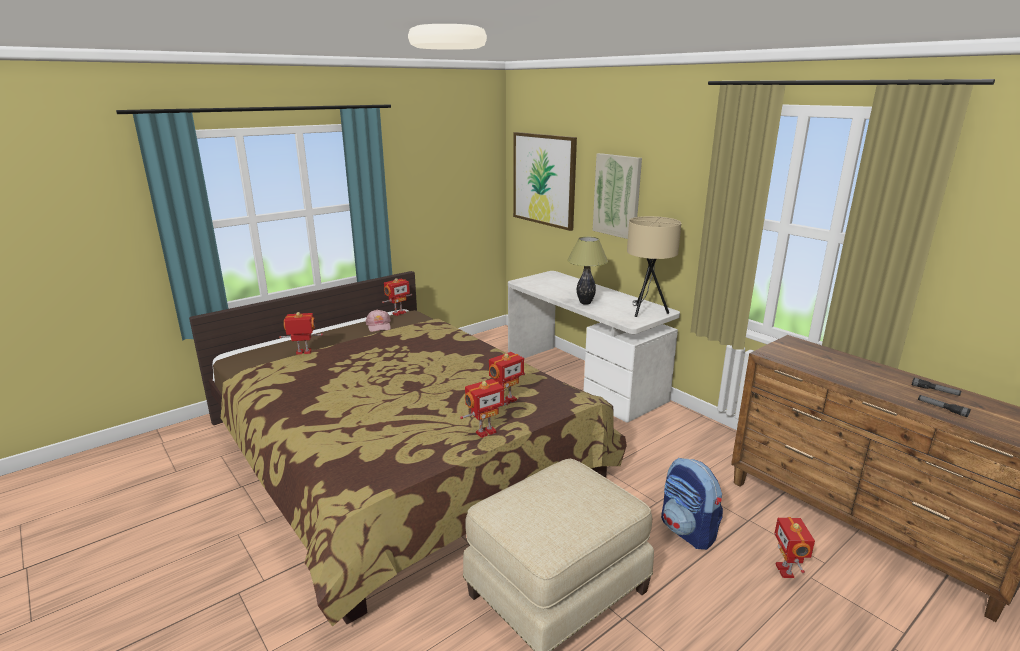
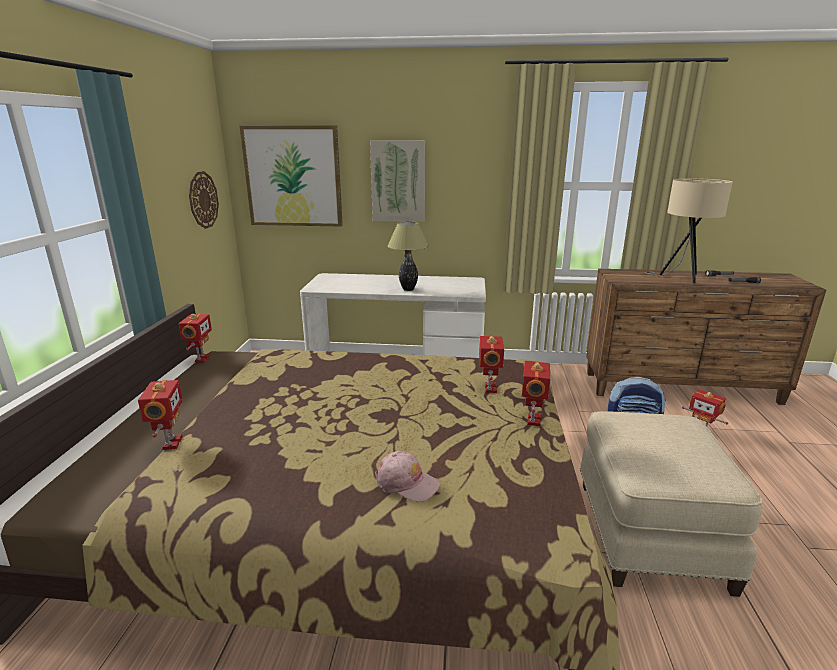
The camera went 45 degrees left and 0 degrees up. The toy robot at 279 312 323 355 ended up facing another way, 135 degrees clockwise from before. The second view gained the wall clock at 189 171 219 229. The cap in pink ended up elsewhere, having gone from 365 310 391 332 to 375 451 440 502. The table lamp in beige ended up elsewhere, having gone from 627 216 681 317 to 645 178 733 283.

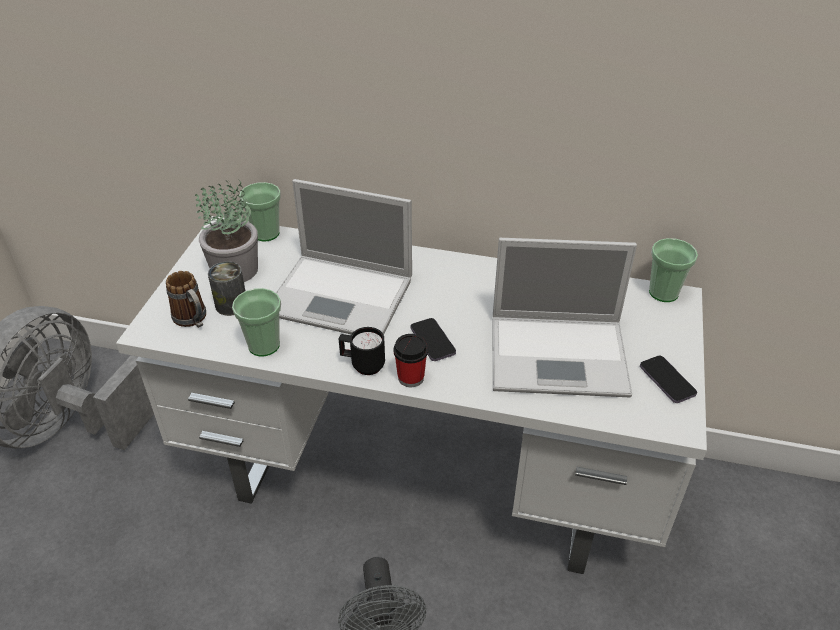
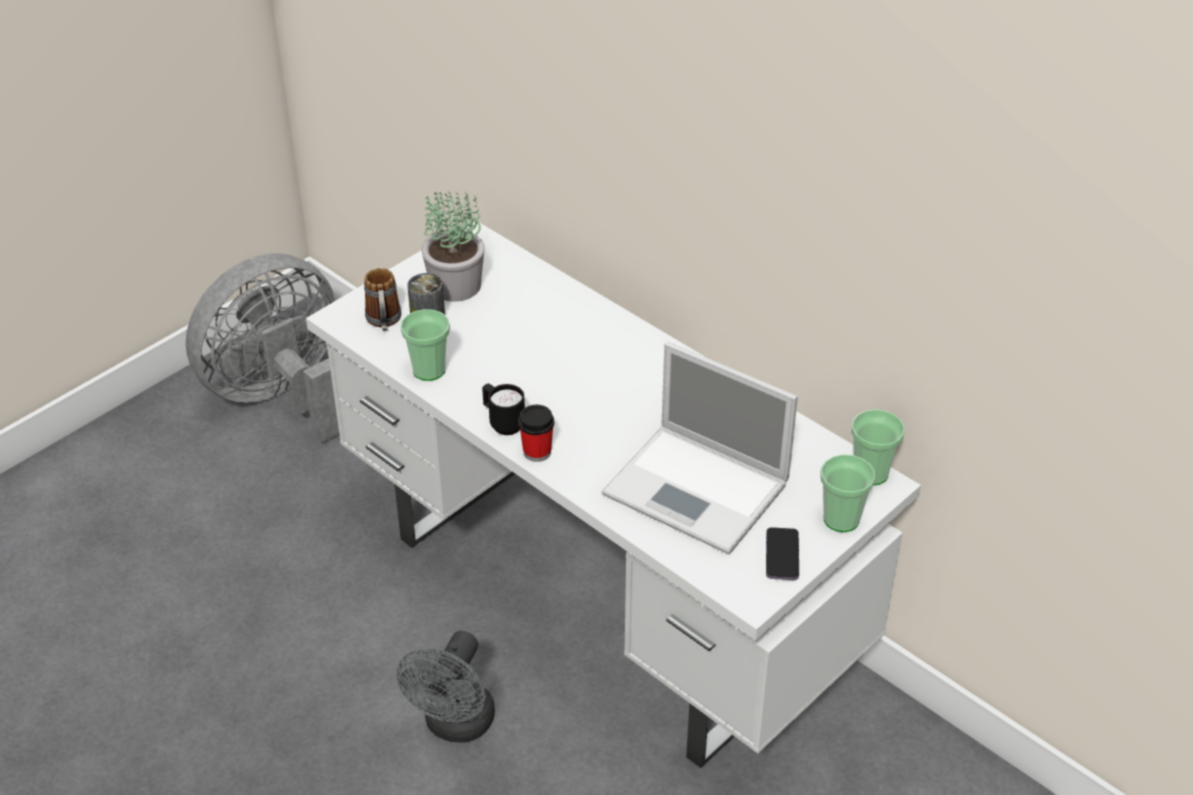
The camera went 30 degrees right and 0 degrees up. The cup ended up elsewhere, having gone from 239 182 281 241 to 820 454 875 532. The second view lost the laptop at 276 179 412 335. The second view lost the phone at 411 318 456 361.

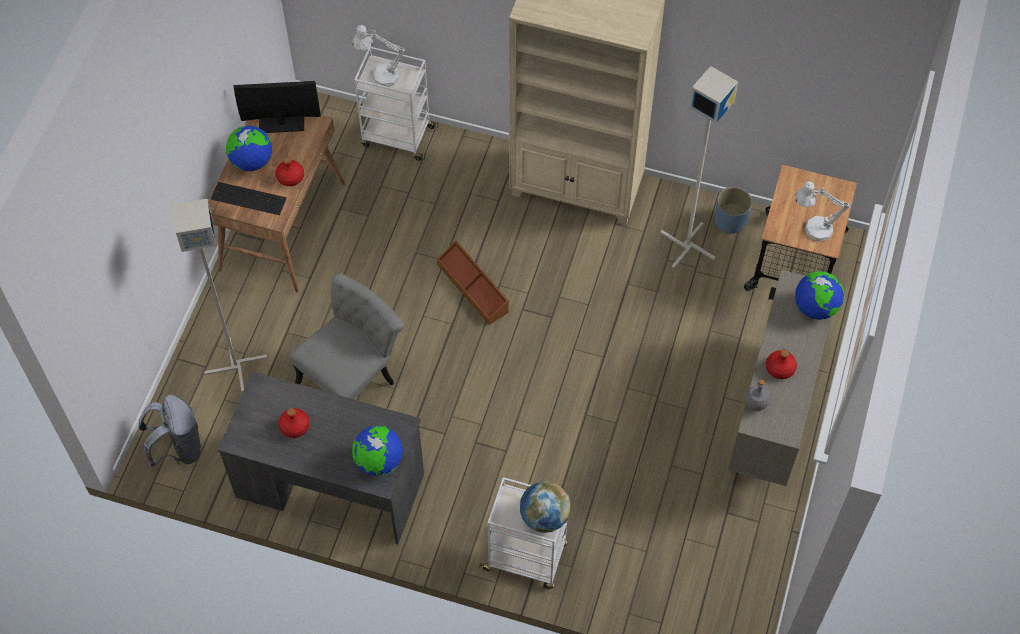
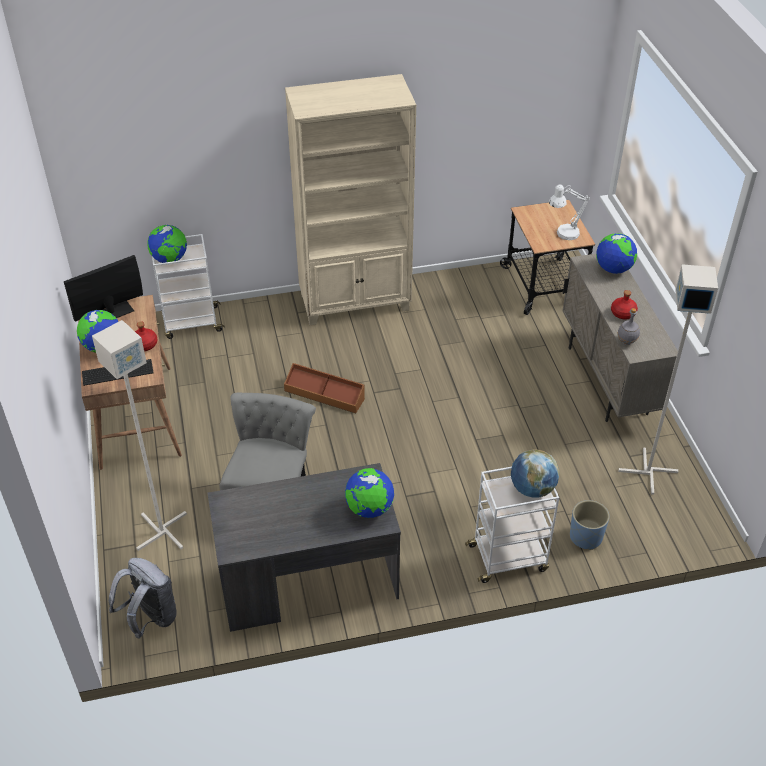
The camera went 30 degrees left and 15 degrees down. Where the table lamp in white stood at 353 25 405 87, the globe came to stand at 147 225 187 263. The planter in blue ended up elsewhere, having gone from 715 187 752 234 to 570 500 609 550. The floor lamp in grey ended up elsewhere, having gone from 660 66 738 268 to 619 264 718 495. The second view lost the bottle in red at 278 408 309 438.

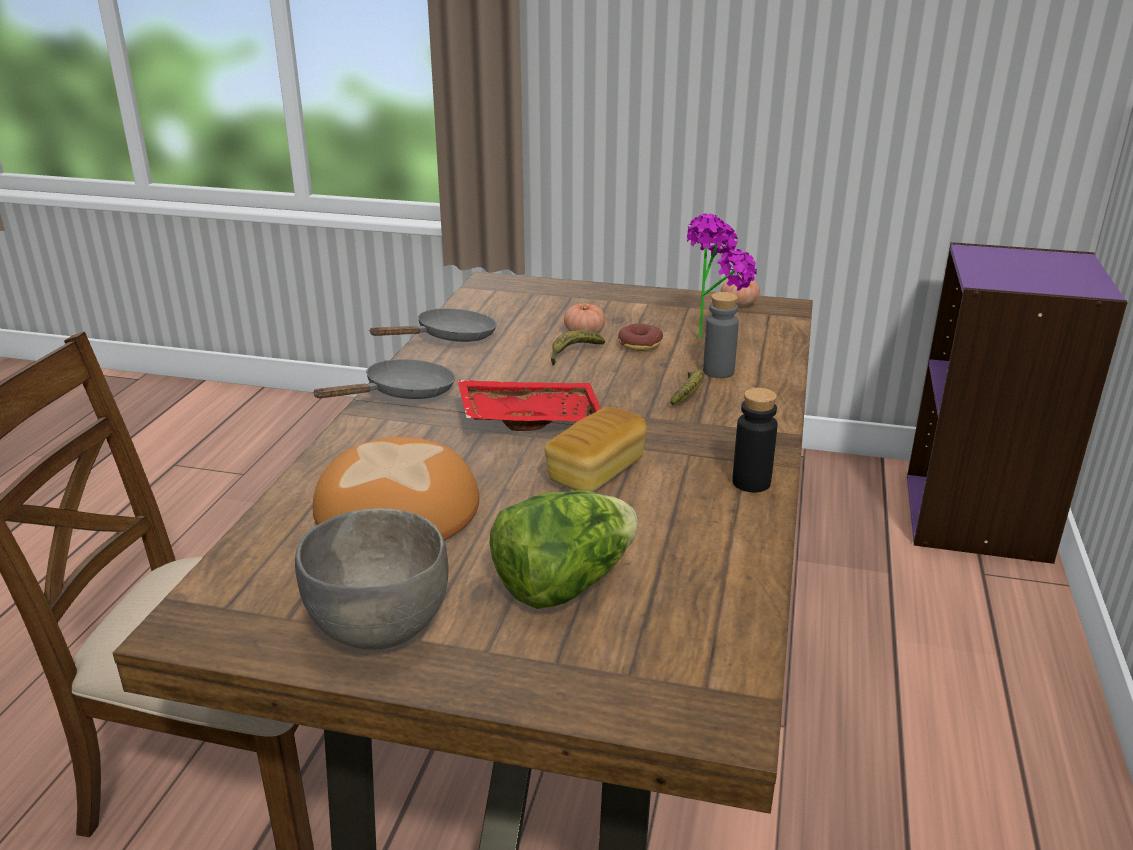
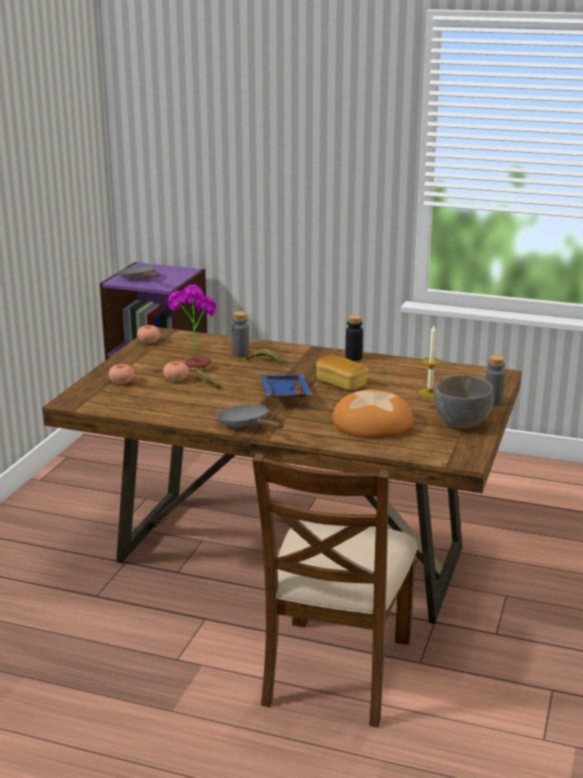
The camera went 85 degrees left and 5 degrees down. The second view gained the tomato at 108 364 134 384. The frying pan in grey ended up elsewhere, having gone from 369 308 497 342 to 118 266 160 278. What was the tray in red at 457 380 602 431 turned into the tray in blue at 261 374 312 398. Where the lettuce stood at 489 490 638 609, the candle came to stand at 419 325 441 398. The second view gained the bottle in grey at 485 355 505 406.

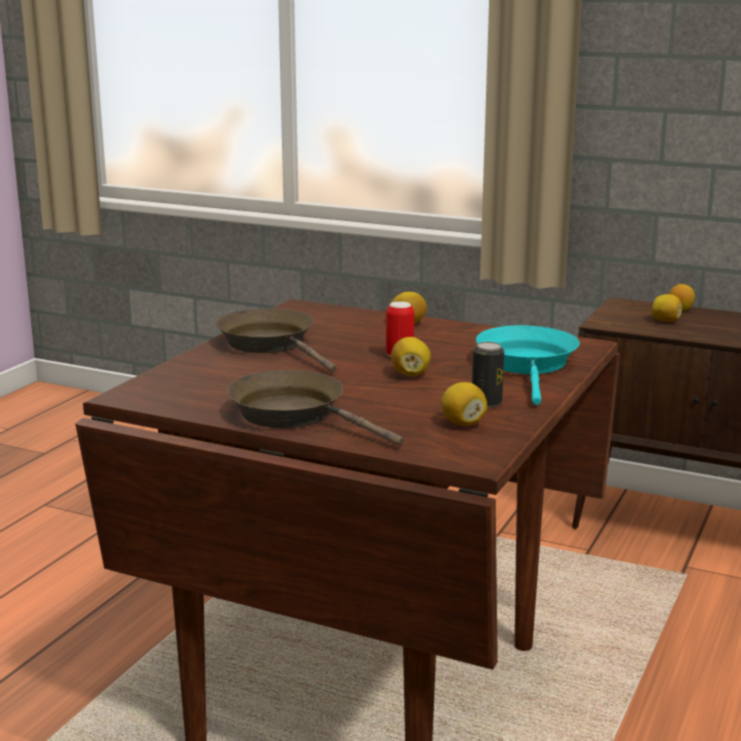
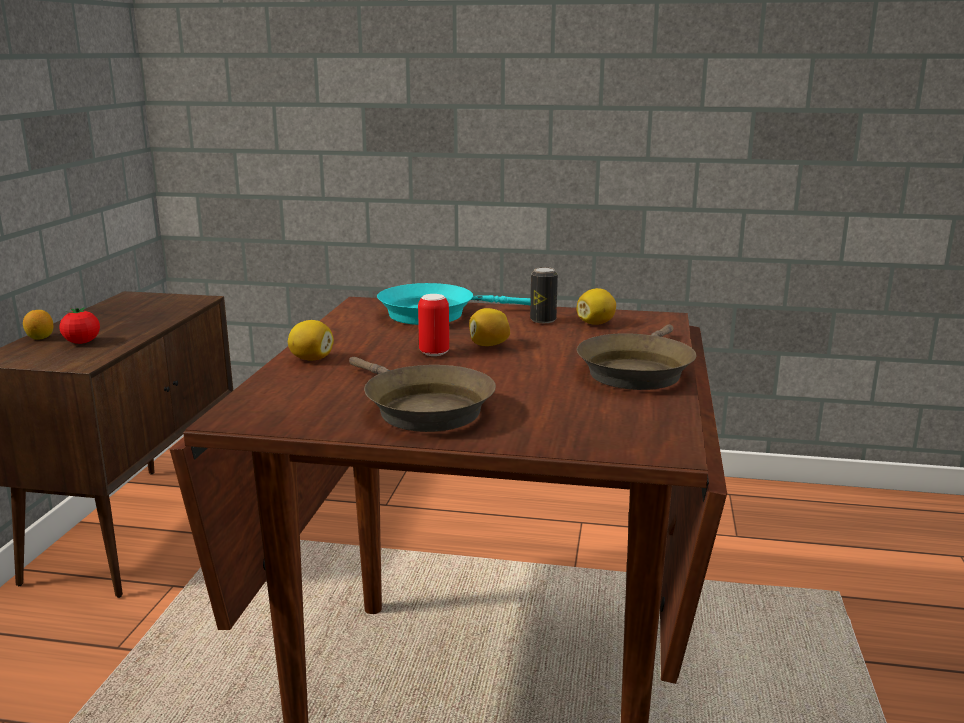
The camera went 105 degrees left and 0 degrees up. Where the lemon stood at 651 294 682 322, the tomato came to stand at 59 307 100 344. The frying pan in brown at 216 308 337 373 ended up facing another way, 75 degrees counterclockwise from before.

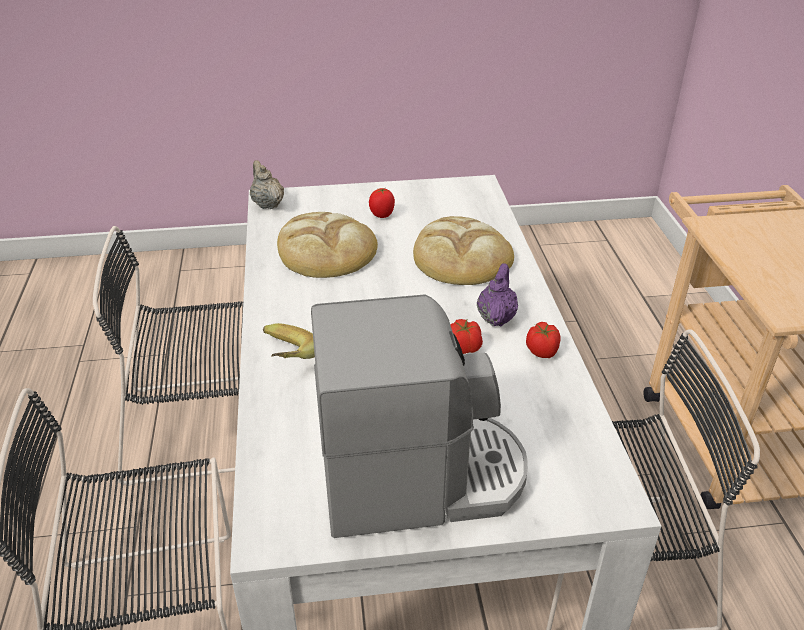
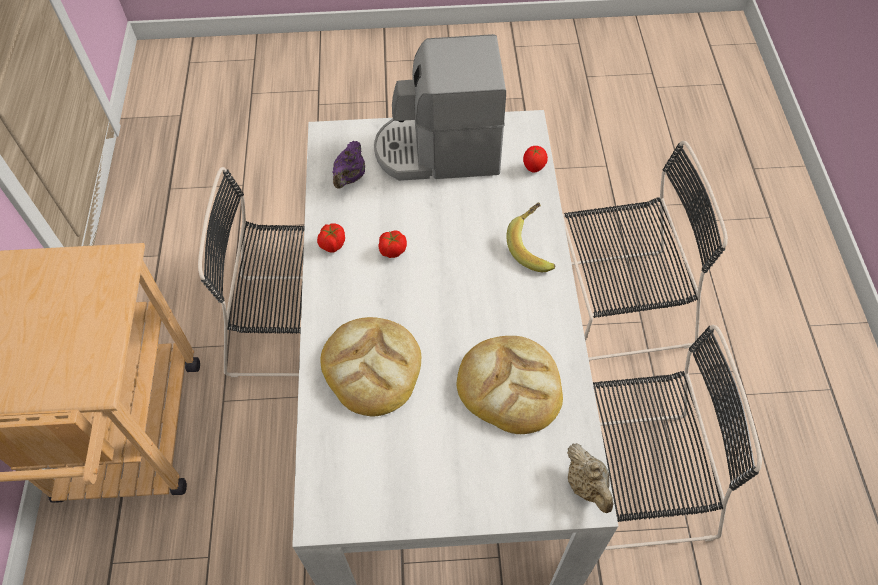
The camera went 175 degrees left and 20 degrees up. The teapot in purple ended up elsewhere, having gone from 477 263 518 326 to 333 141 365 189. The tomato ended up elsewhere, having gone from 369 188 395 218 to 523 146 548 172.

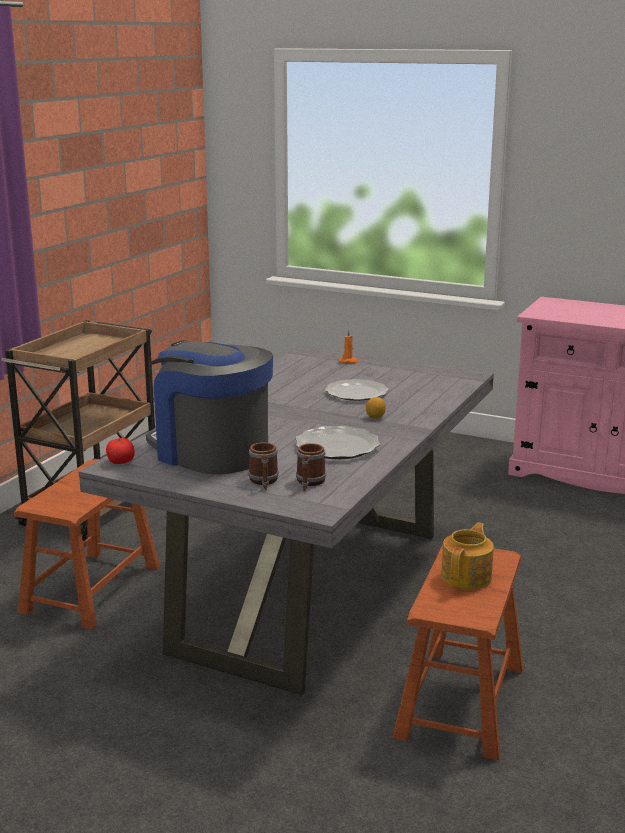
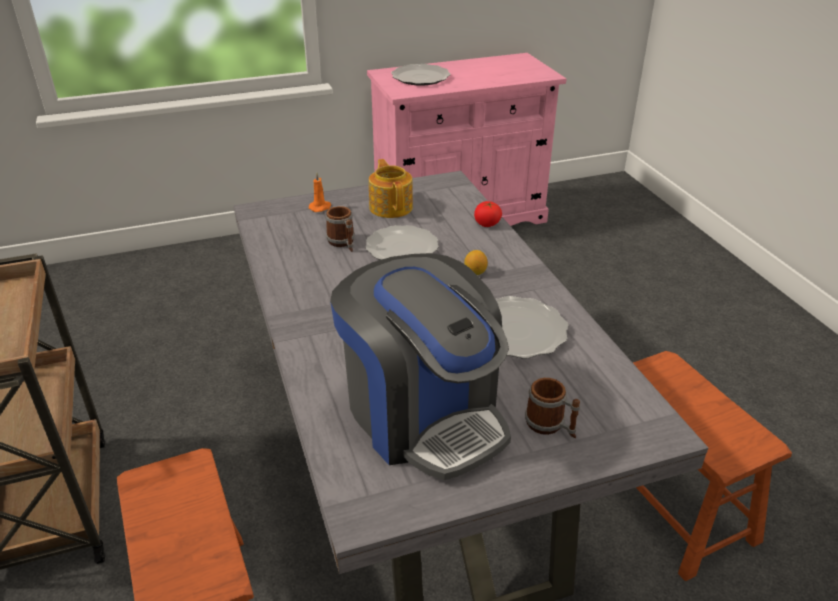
The camera went 45 degrees left and 15 degrees up. The mug ended up elsewhere, having gone from 296 443 326 491 to 326 206 355 252. The coffee machine at 146 340 273 475 ended up facing another way, 120 degrees counterclockwise from before. The teapot ended up elsewhere, having gone from 441 522 494 590 to 369 159 413 218. The second view gained the plate at 391 64 451 86. The tomato ended up elsewhere, having gone from 106 438 135 464 to 474 201 502 227.

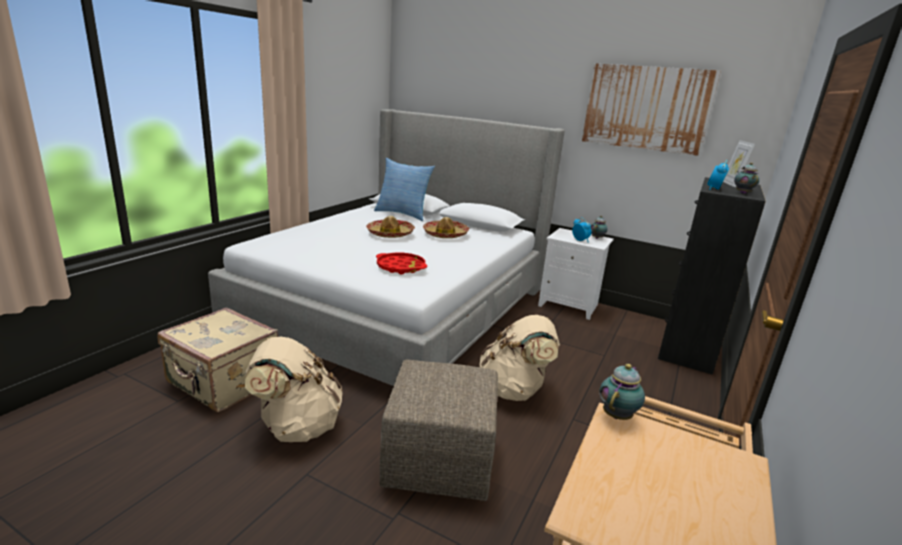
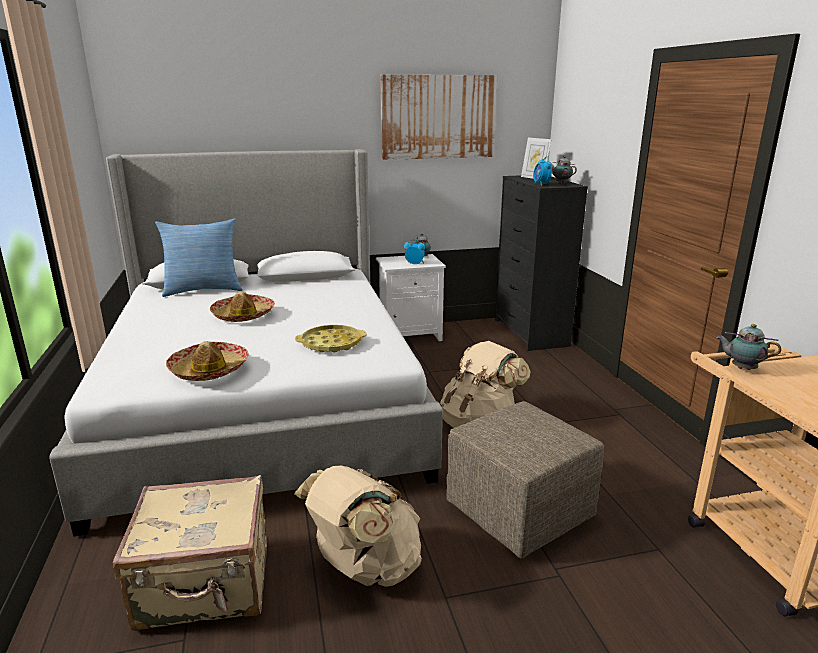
The camera went 40 degrees left and 0 degrees up. The hat ended up elsewhere, having gone from 423 217 469 238 to 166 341 249 381. What was the tray in red at 376 253 427 275 turned into the tray in yellow at 295 325 367 352. The teapot at 599 364 645 420 ended up facing another way, 60 degrees counterclockwise from before.

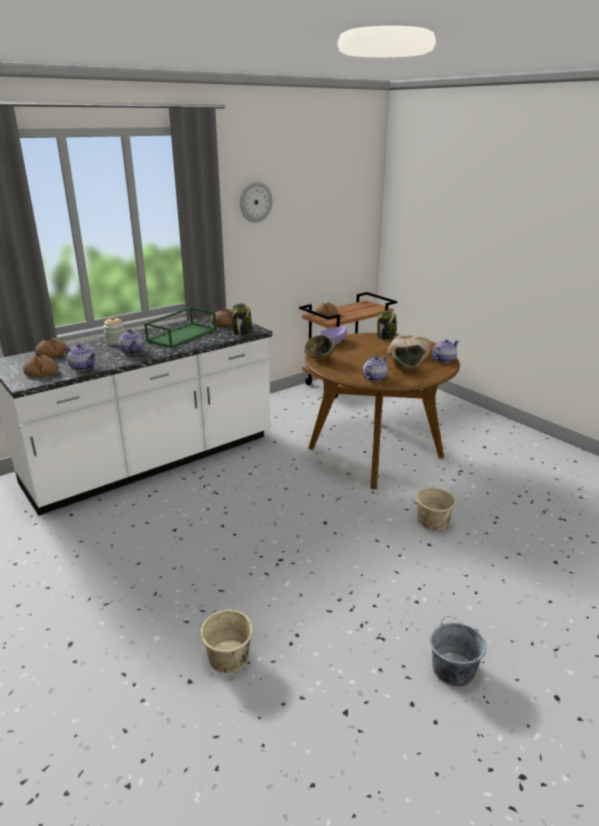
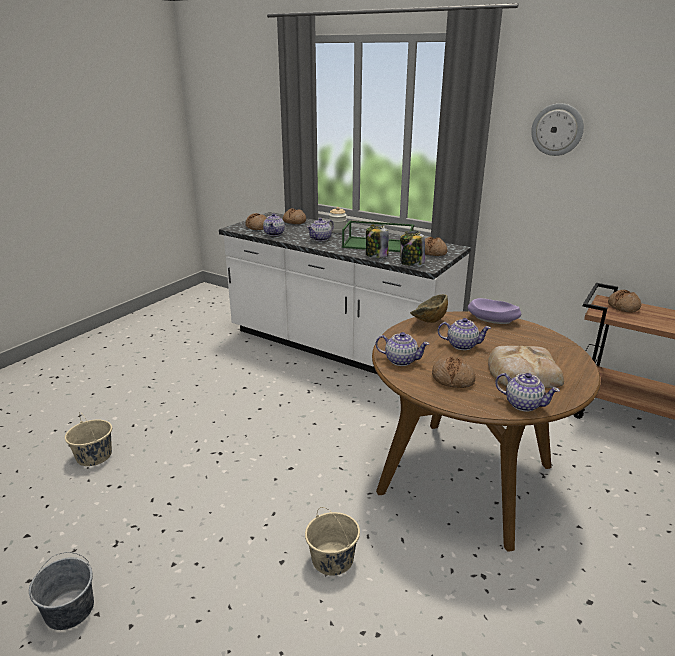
The camera went 70 degrees right and 0 degrees up. The jar ended up elsewhere, having gone from 377 310 397 340 to 366 224 389 258. Where the bowl stood at 392 345 426 371, the bread came to stand at 432 357 476 388. The second view gained the teapot at 438 318 491 350.

